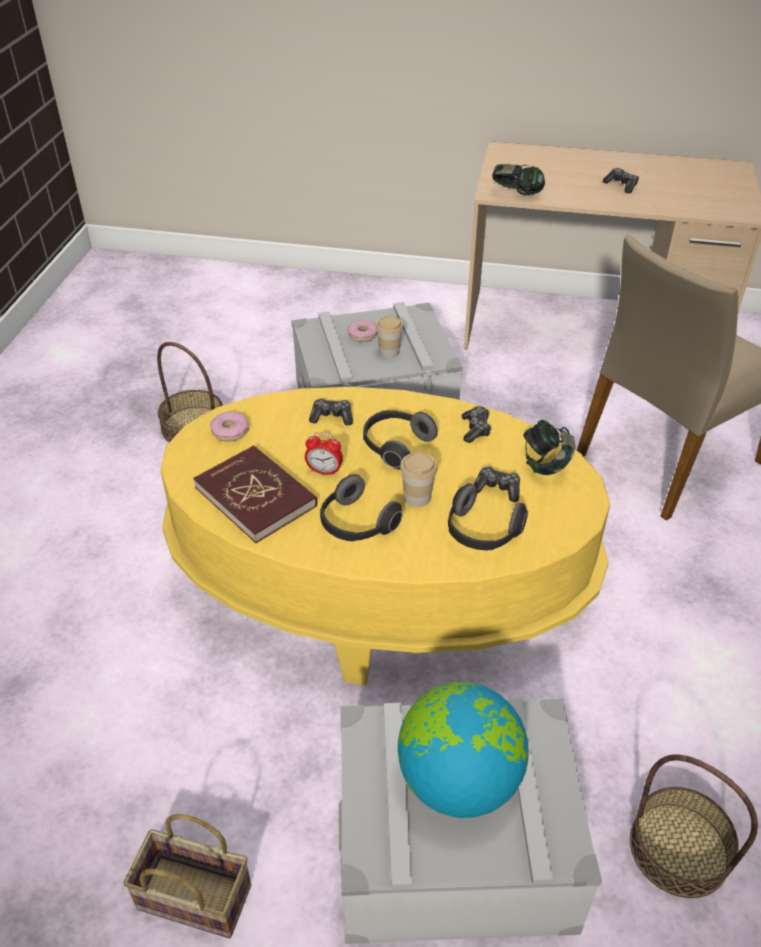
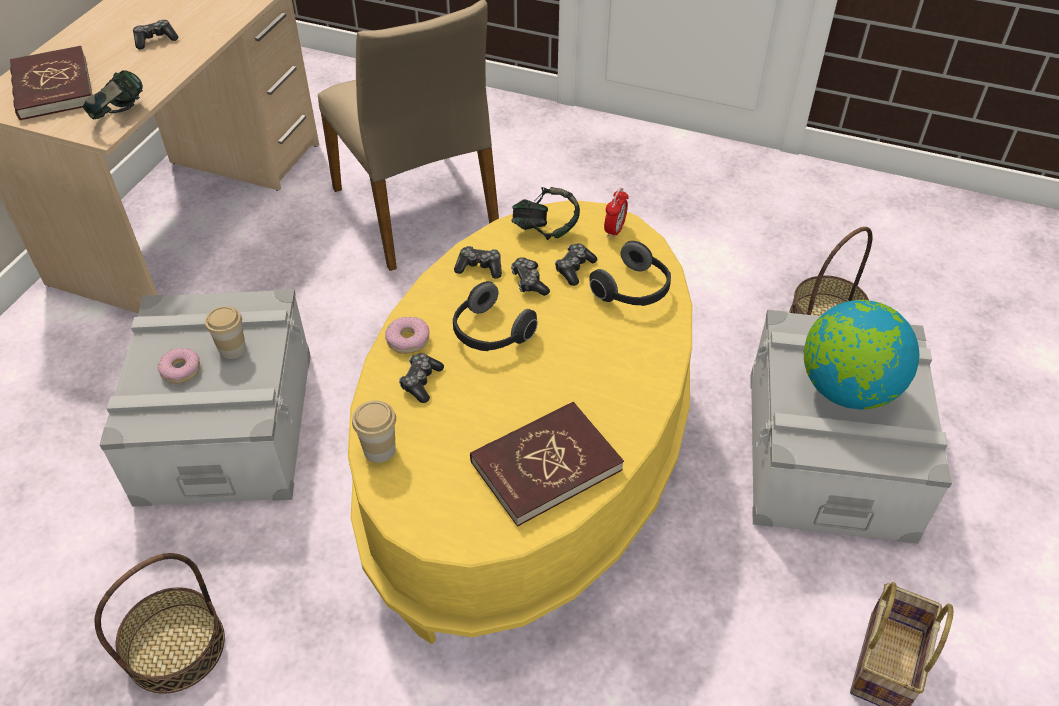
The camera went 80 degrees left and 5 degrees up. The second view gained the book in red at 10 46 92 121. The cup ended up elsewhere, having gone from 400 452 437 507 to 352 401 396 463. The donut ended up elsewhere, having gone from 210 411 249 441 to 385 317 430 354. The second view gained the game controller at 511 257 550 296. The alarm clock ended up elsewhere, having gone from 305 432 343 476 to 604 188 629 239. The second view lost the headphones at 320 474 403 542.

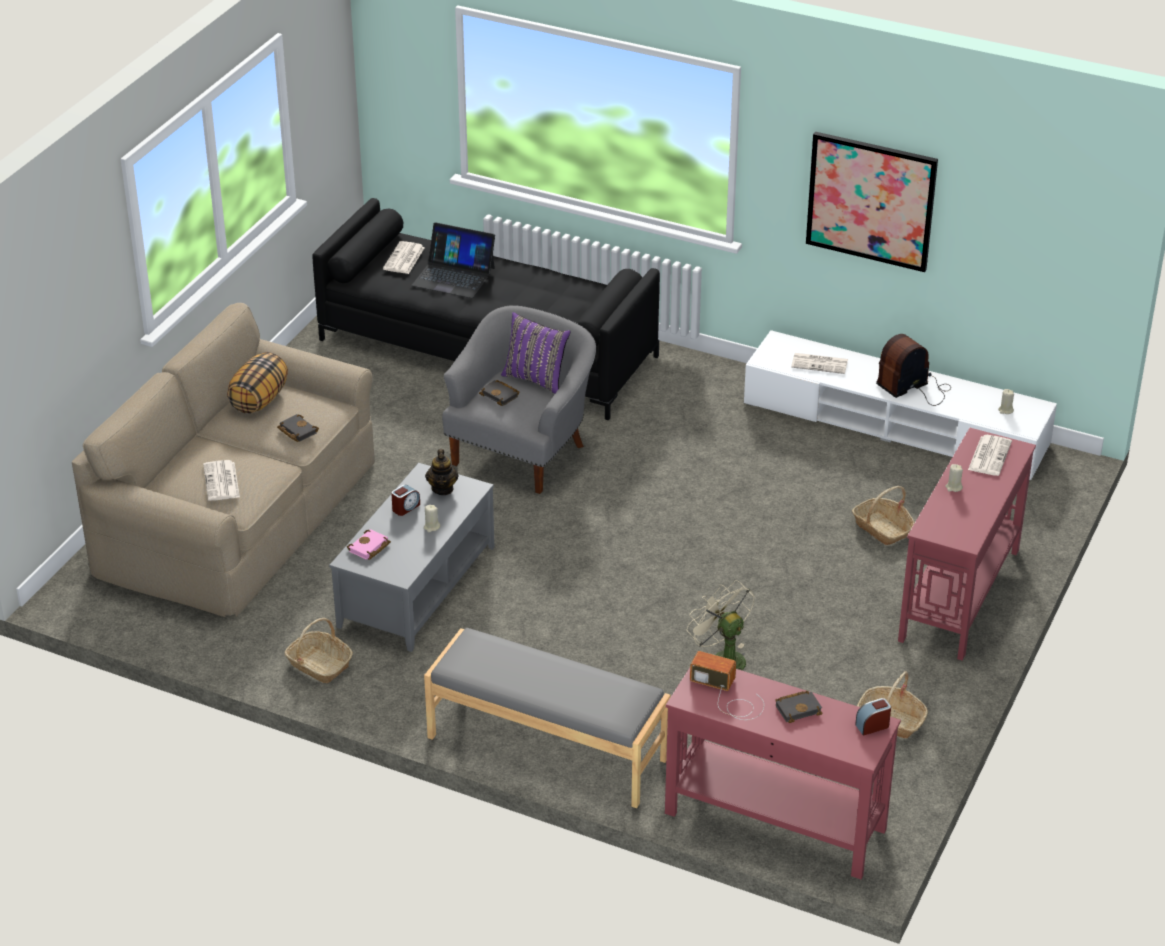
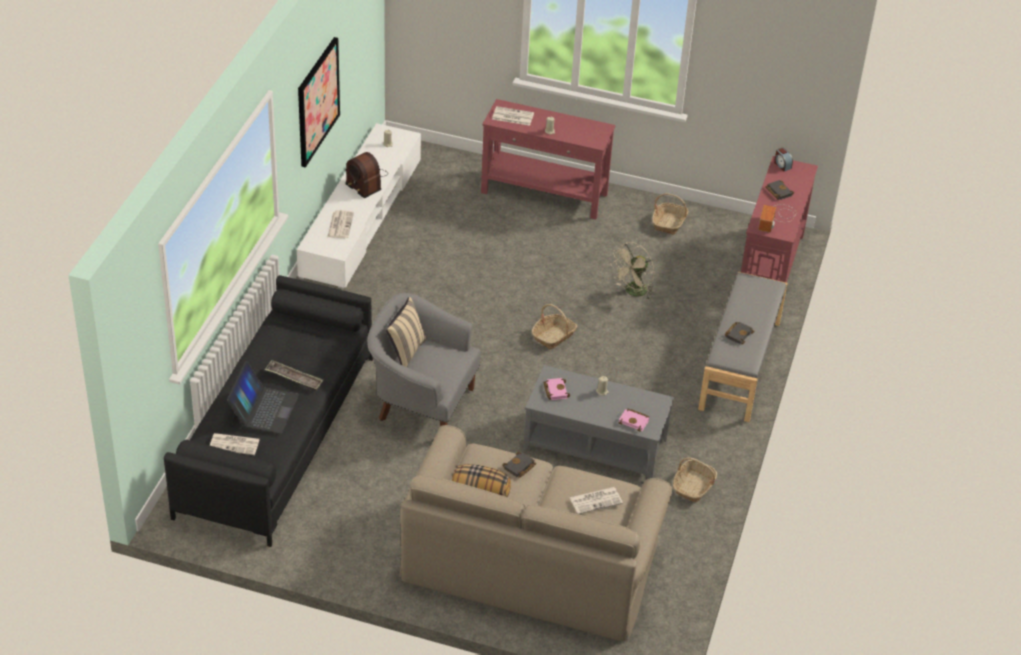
The camera went 100 degrees left and 5 degrees up. The second view gained the tray at 265 360 323 391. What was the pillow in purple at 501 312 571 393 turned into the pillow in beige at 386 297 427 367. The basket ended up elsewhere, having gone from 852 486 915 545 to 532 304 577 349. Where the teapot stood at 425 449 459 495, the book in pink came to stand at 543 378 570 400. The book in black ended up elsewhere, having gone from 479 380 519 406 to 725 322 755 344. The second view lost the alarm clock at 391 485 420 516.

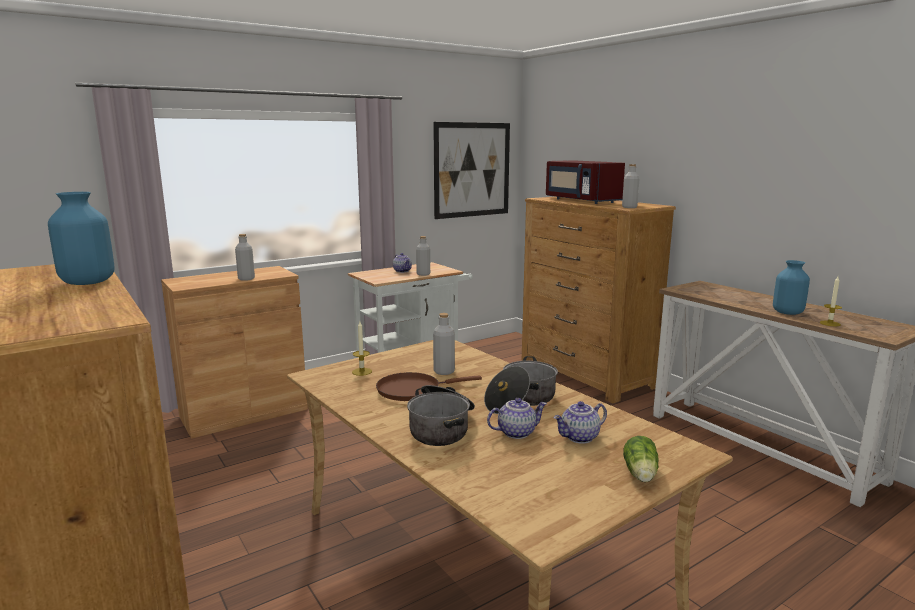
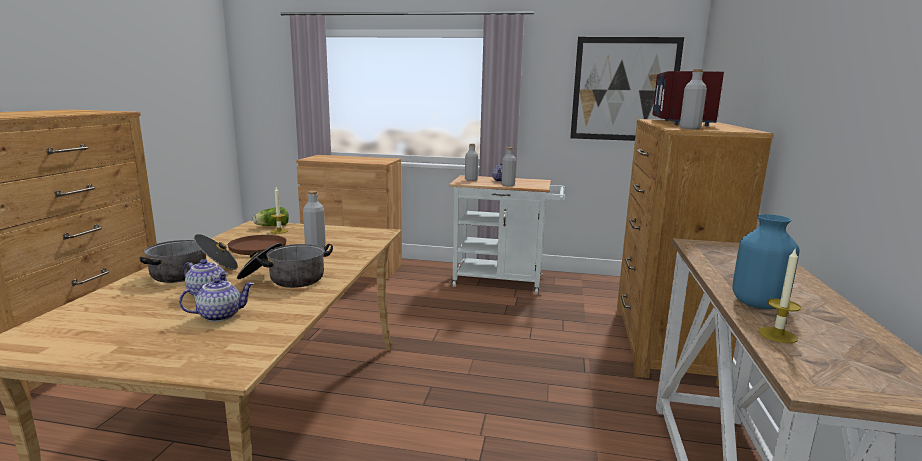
The camera went 45 degrees right and 0 degrees up. The teapot at 553 401 607 444 ended up facing another way, 135 degrees clockwise from before. The lettuce ended up elsewhere, having gone from 623 436 659 482 to 253 207 289 226. The bottle in grey ended up elsewhere, having gone from 235 234 255 281 to 465 144 478 181. The second view lost the vase in blue at 48 192 114 285.

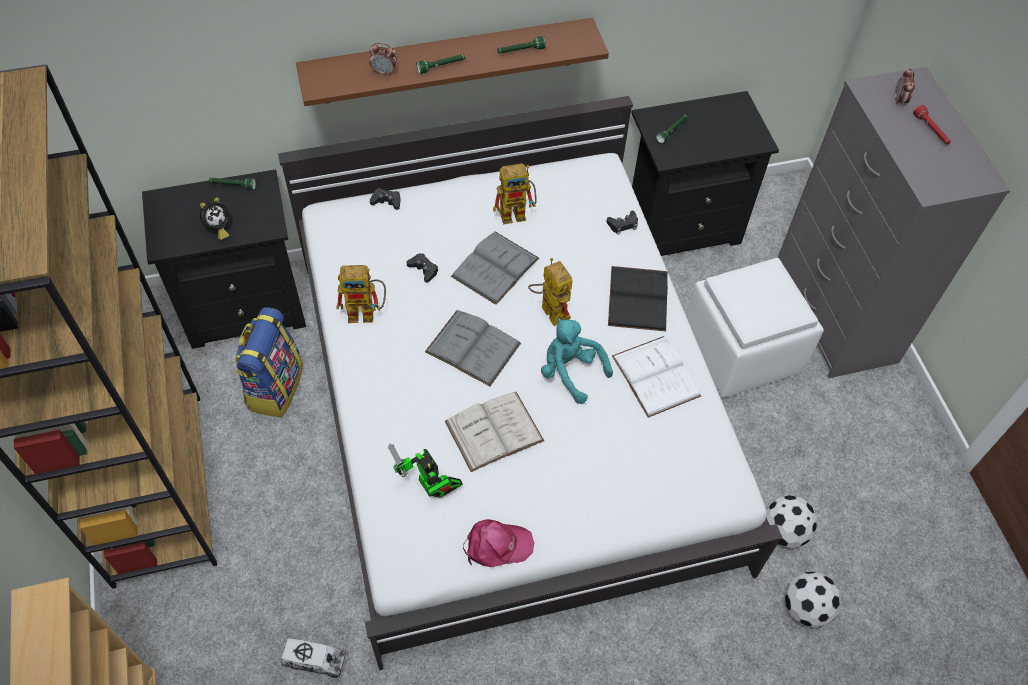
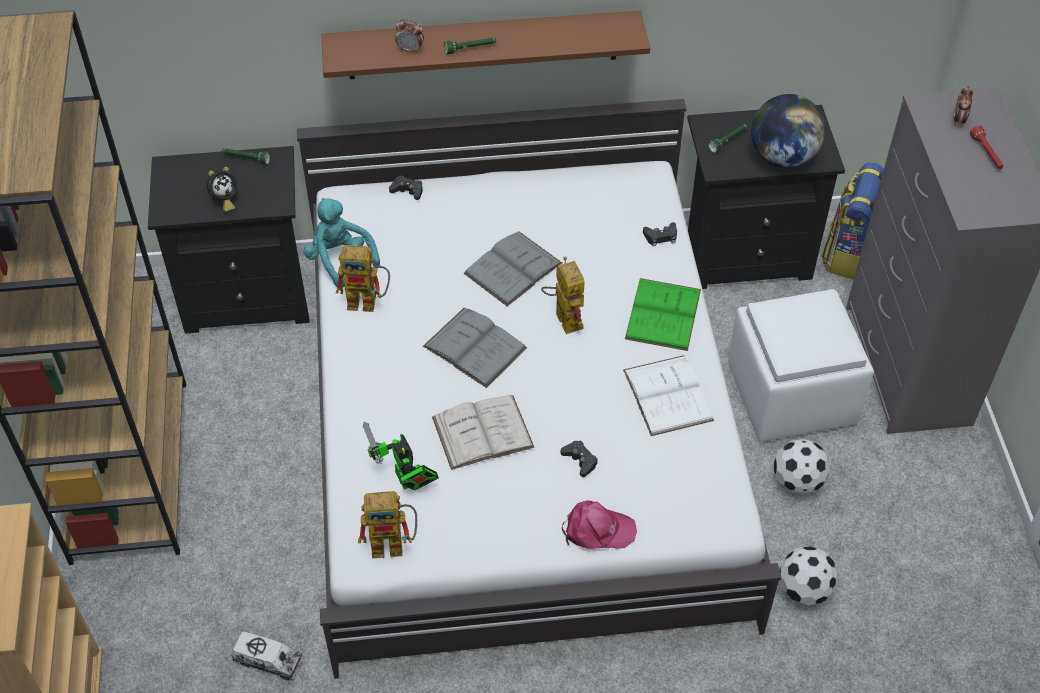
The camera went 10 degrees right and 5 degrees down. The plush toy in turquoise ended up elsewhere, having gone from 541 318 613 404 to 303 198 380 288. The toy robot ended up elsewhere, having gone from 493 163 537 224 to 358 491 417 558. The game controller in black ended up elsewhere, having gone from 407 253 438 283 to 561 440 598 477. The cap in pink ended up elsewhere, having gone from 463 519 534 567 to 562 501 637 549. What was the book in black at 608 266 668 331 turned into the book in green at 625 278 701 351. The second view gained the globe at 751 94 825 168. The football ended up elsewhere, having gone from 785 572 842 628 to 774 439 830 494. The backpack ended up elsewhere, having gone from 235 307 303 417 to 821 163 884 279. The second view lost the flashlight in green at 497 36 546 54.

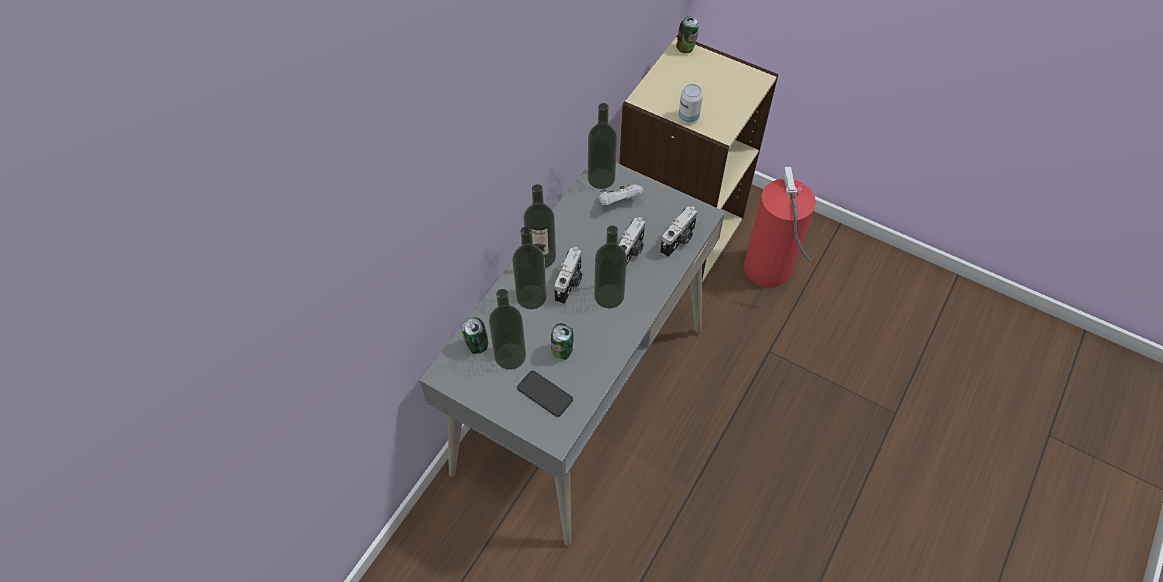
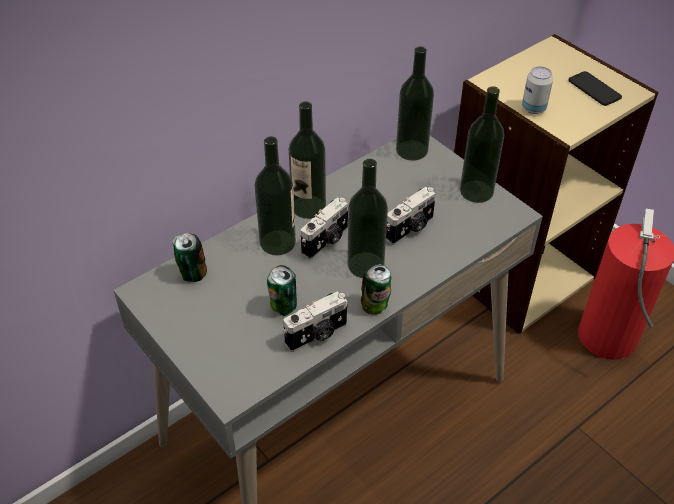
The camera went 20 degrees right and 10 degrees down. The photo camera ended up elsewhere, having gone from 660 206 698 258 to 283 291 348 352. The can ended up elsewhere, having gone from 676 17 699 53 to 361 264 391 315. The bottle ended up elsewhere, having gone from 489 289 526 370 to 460 86 504 203. The phone ended up elsewhere, having gone from 517 370 573 417 to 568 71 622 106. The second view lost the game controller in white at 599 184 644 206.

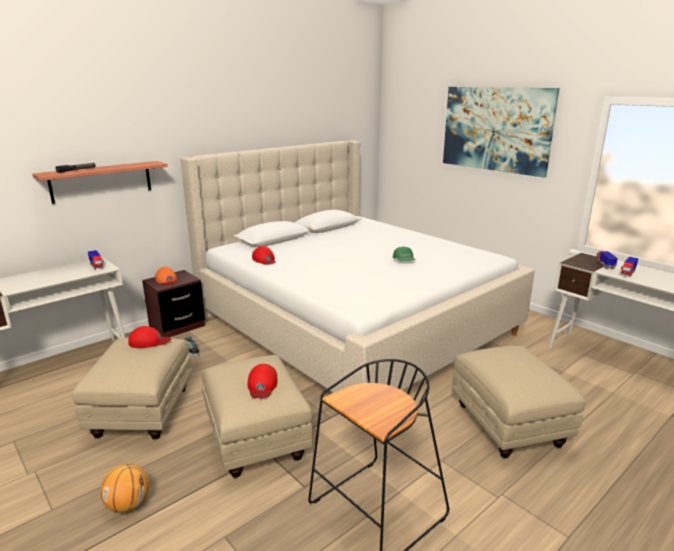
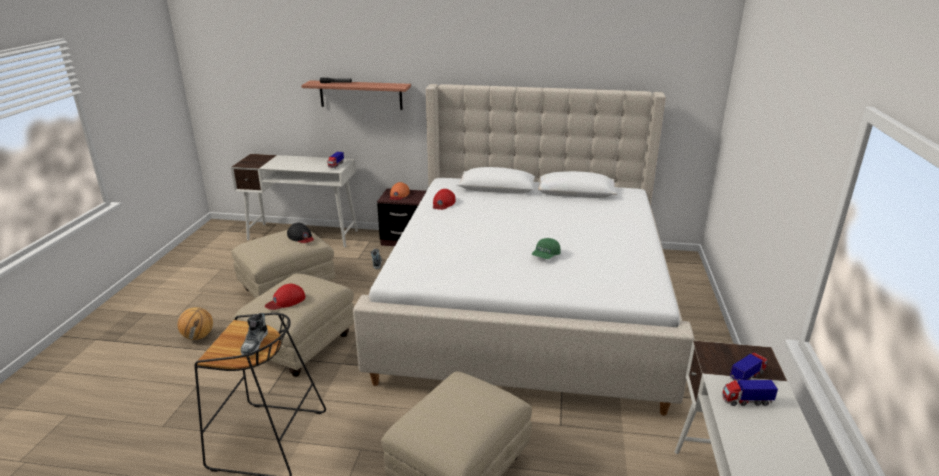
The camera went 50 degrees right and 5 degrees up. The second view gained the shoe at 241 313 268 356. What was the cap in red at 128 326 171 348 turned into the cap in black at 287 223 314 243. The second view lost the picture at 443 87 559 178.

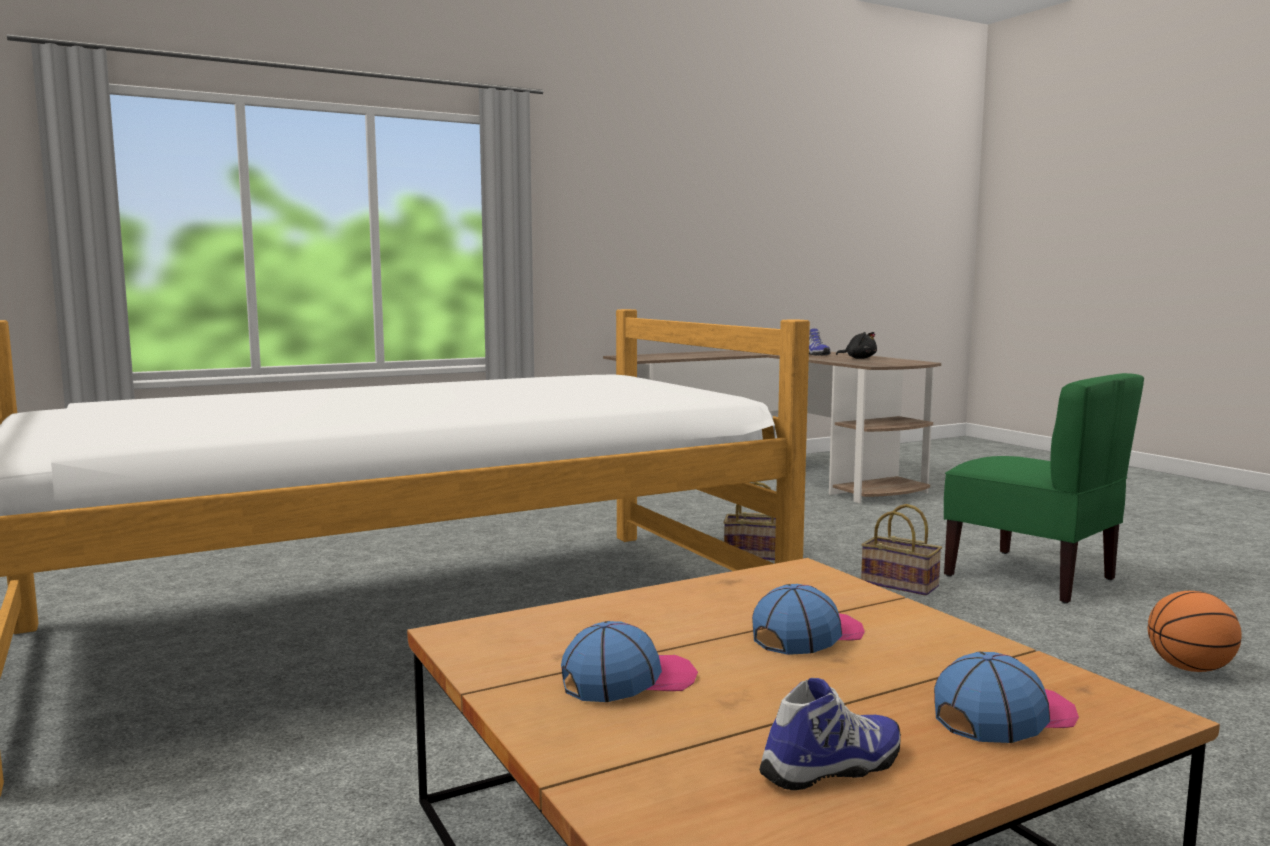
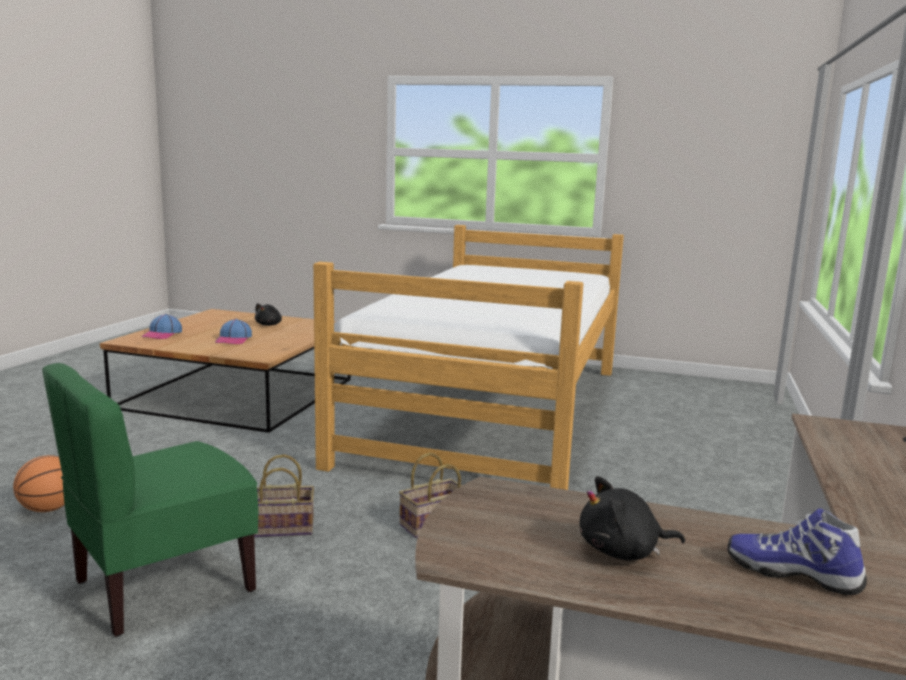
The camera went 135 degrees right and 5 degrees up. The chair in green at 944 373 1144 604 ended up facing another way, 45 degrees counterclockwise from before. Where the cap stood at 561 621 698 702, the plush toy in black came to stand at 255 303 282 326. The second view lost the shoe at 759 678 901 790.

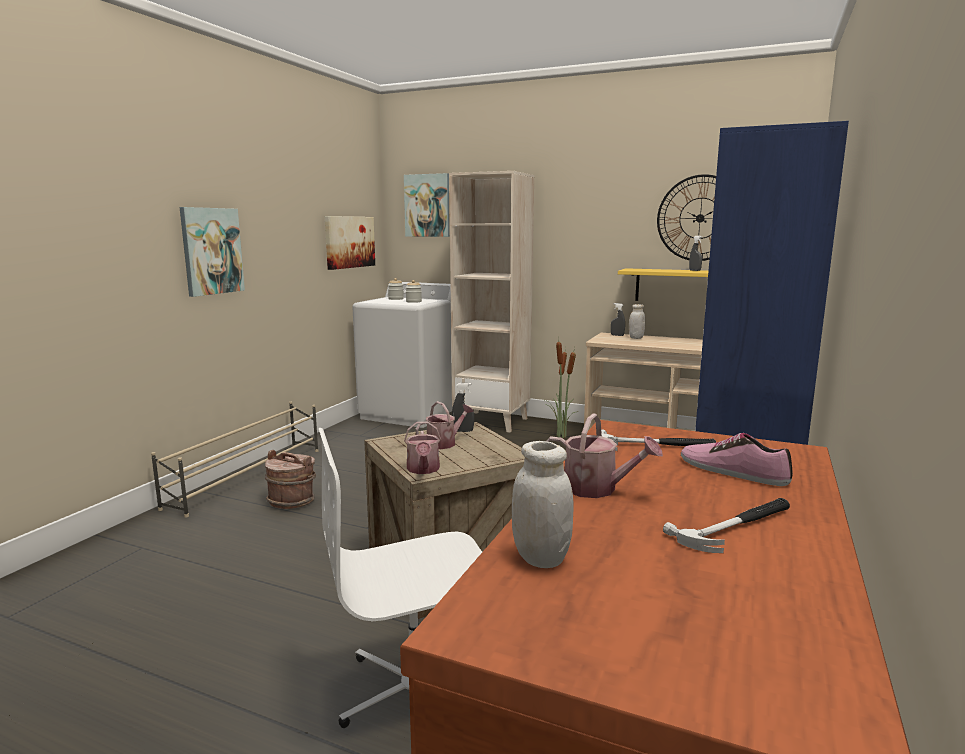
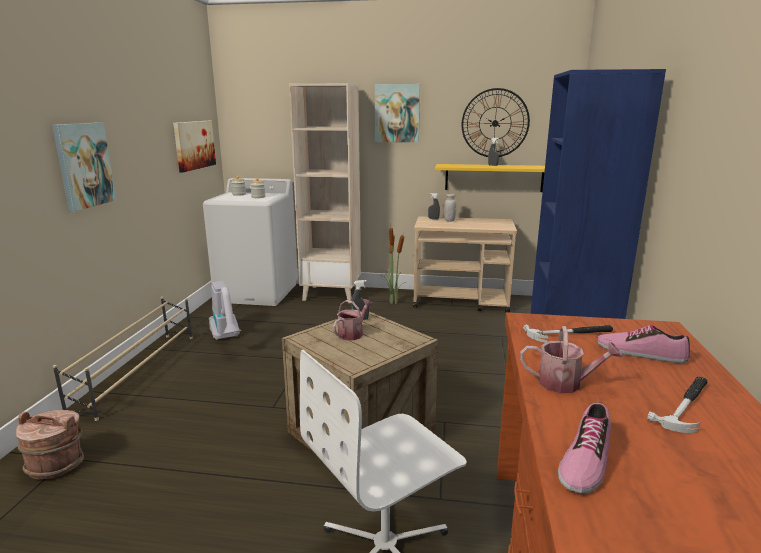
The camera went 15 degrees left and 5 degrees up. The bucket in brown ended up elsewhere, having gone from 265 450 316 509 to 16 410 84 479. The second view gained the vacuum cleaner at 209 281 241 340. The picture ended up elsewhere, having gone from 404 173 450 237 to 375 84 420 143. Where the jar in white stood at 512 441 574 568, the shoe came to stand at 558 402 611 493. The second view lost the watering can at 404 422 441 474.

